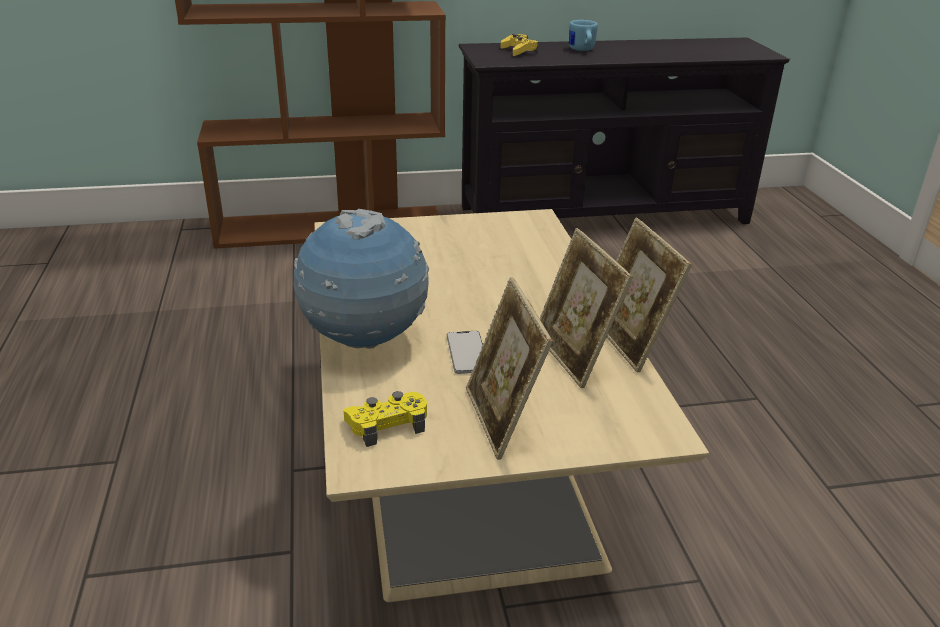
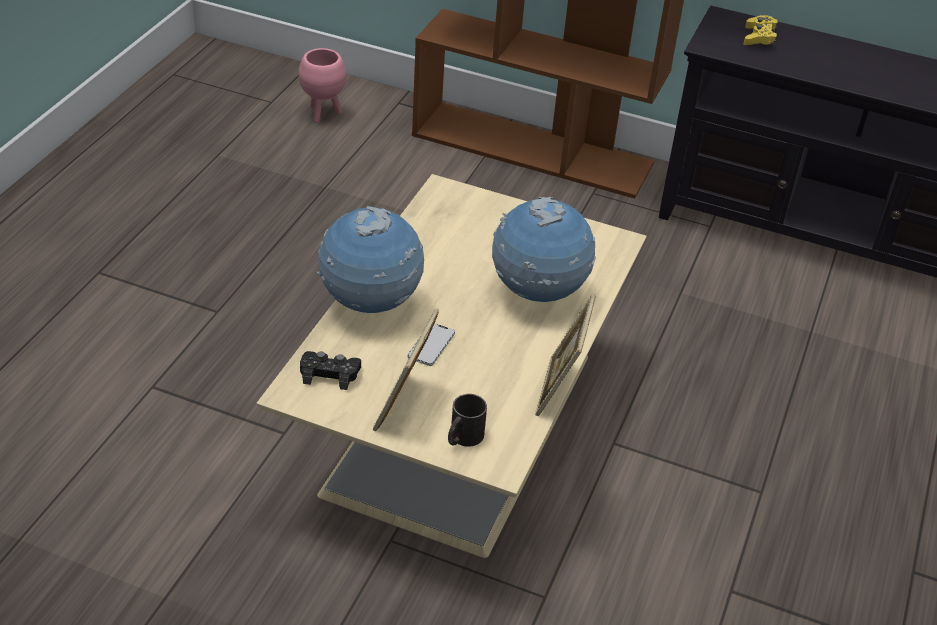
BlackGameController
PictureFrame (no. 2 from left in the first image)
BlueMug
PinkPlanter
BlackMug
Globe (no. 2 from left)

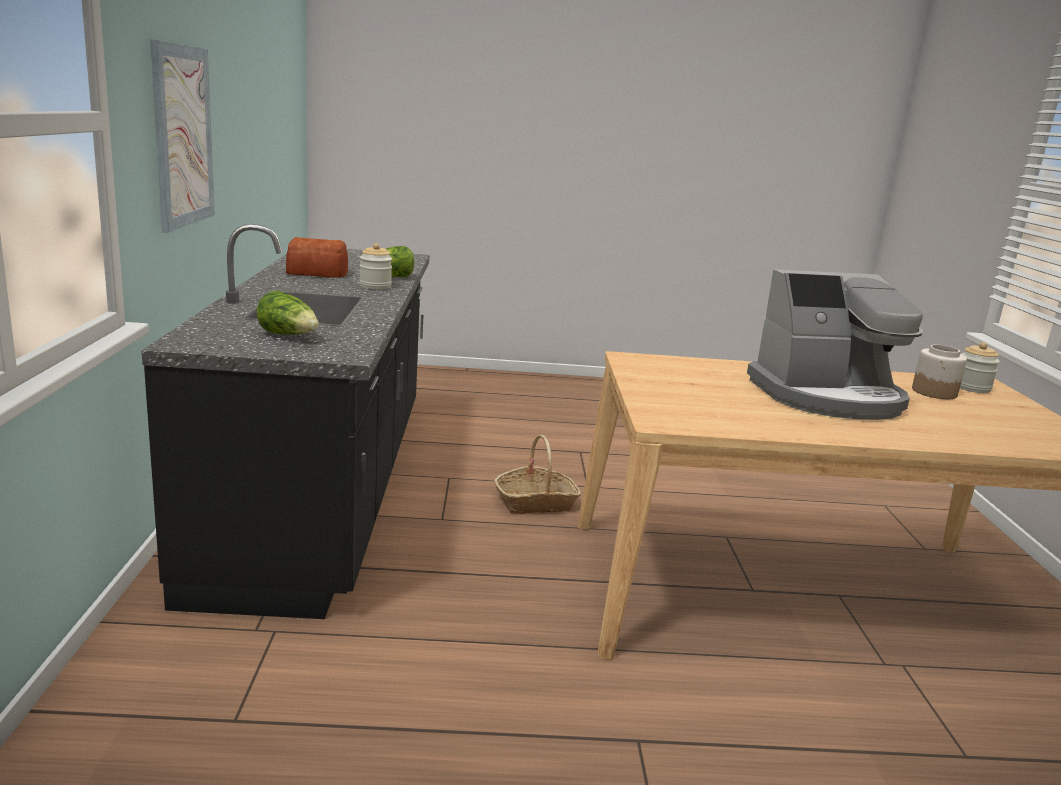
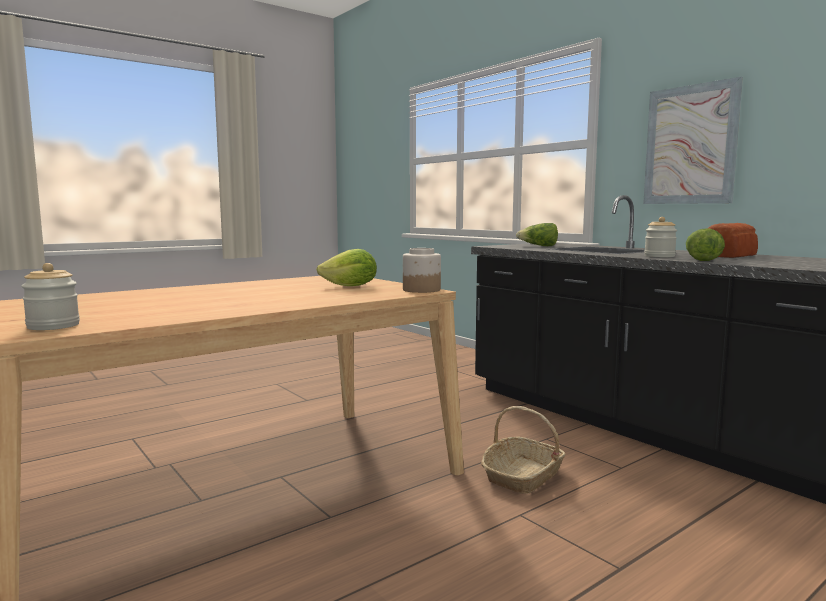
CoffeeMachine
Jar (no. 2 from left)
Lettuce (no. 1 from left)

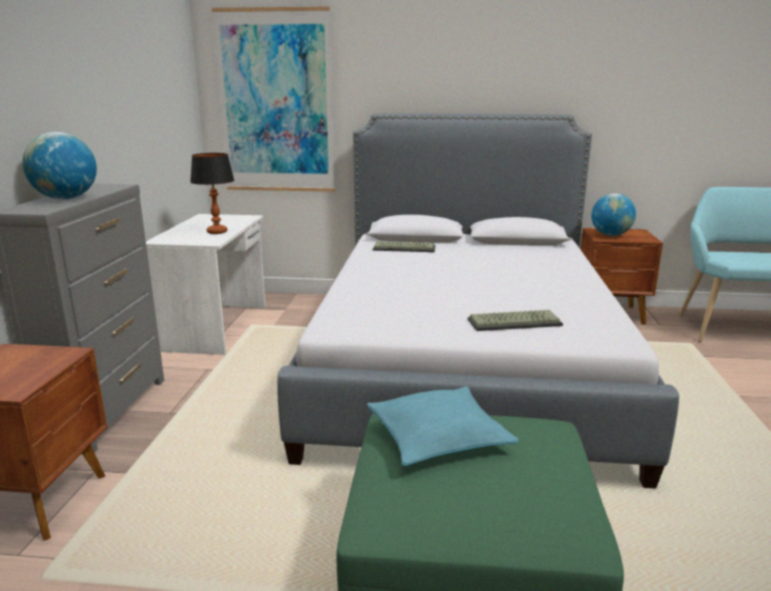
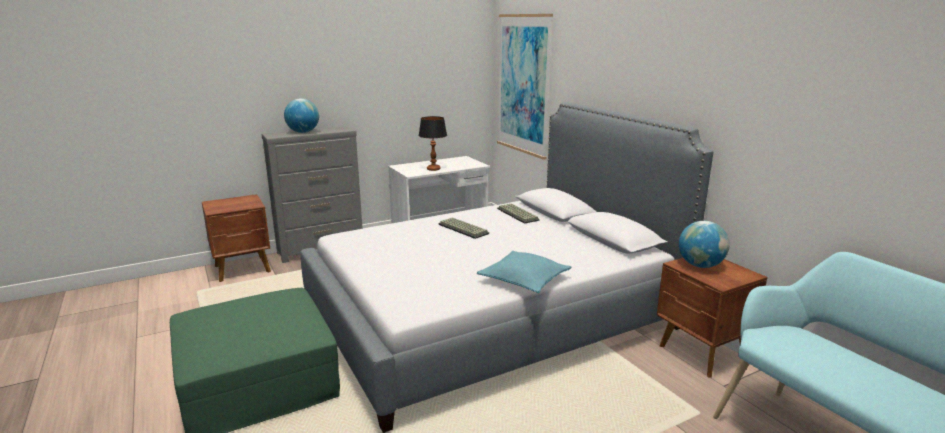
TurquoisePillow
Keyboard (no. 1 from left)

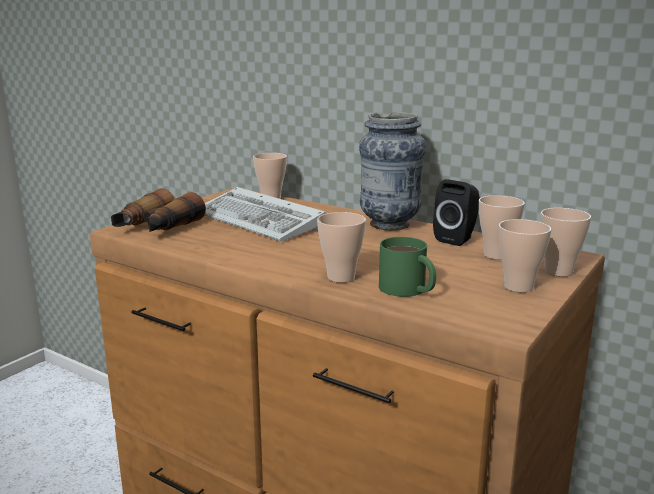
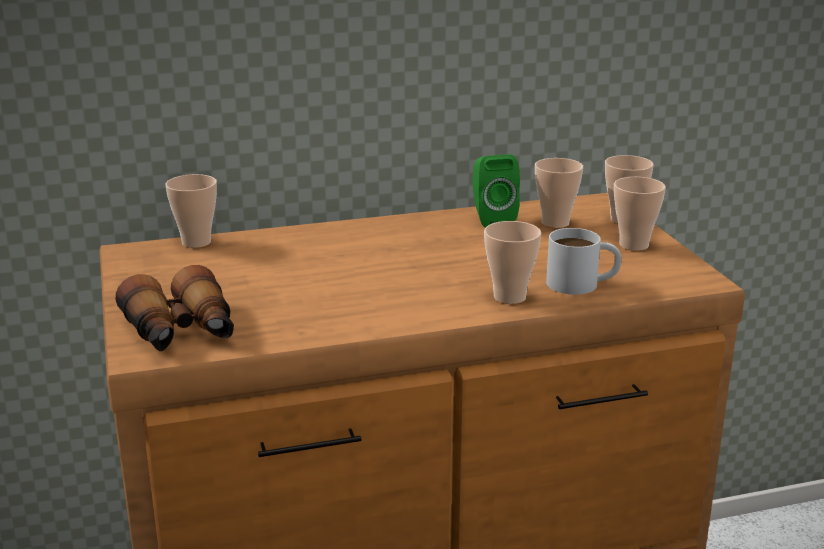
Keyboard
Vase
WhiteMug
GreenSpeaker

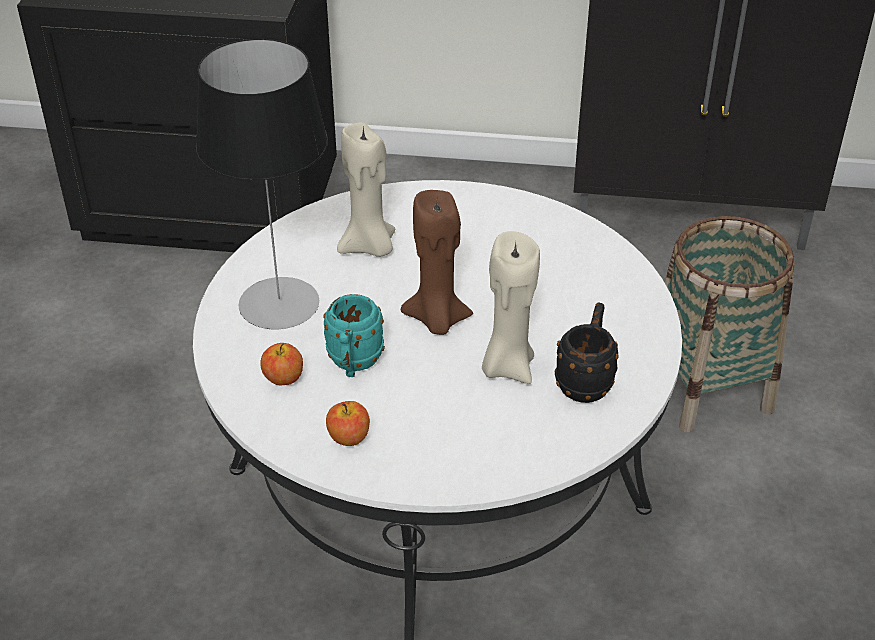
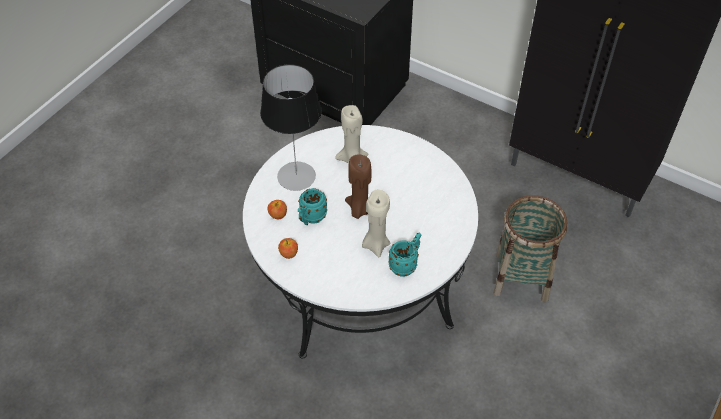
TurquoiseMug (no. 2 from left)

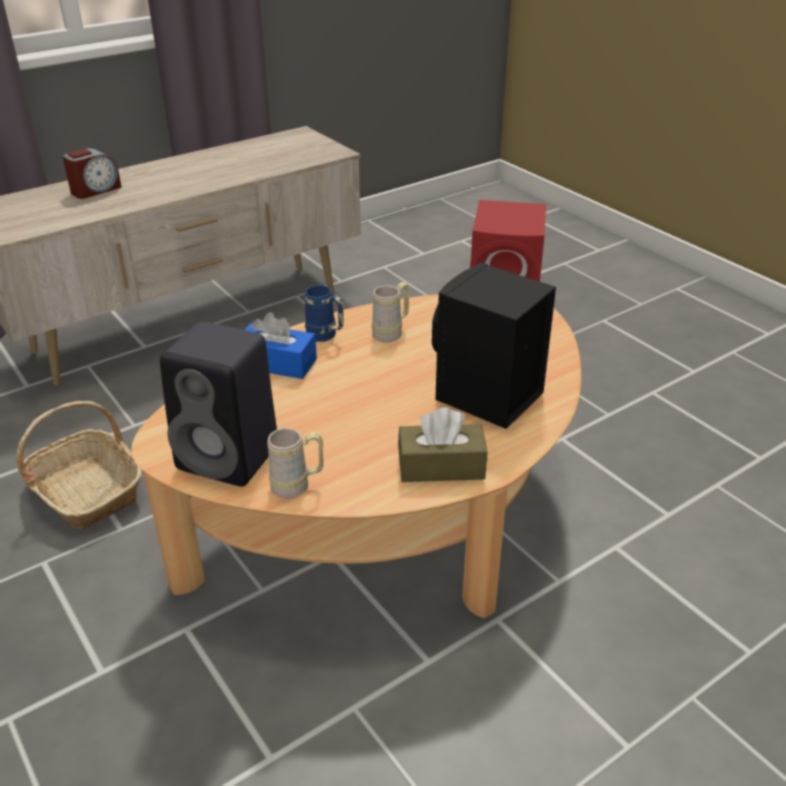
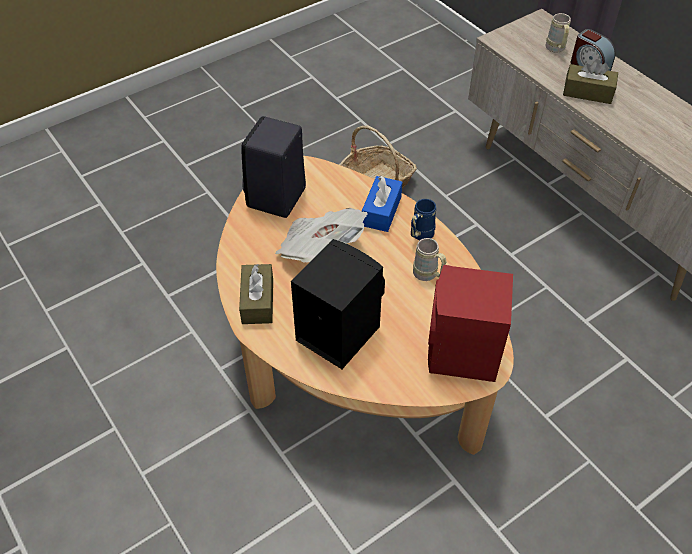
BeigeMug (no. 2 from left)
Newspaper
BrownTissueBox (no. 2 from left)

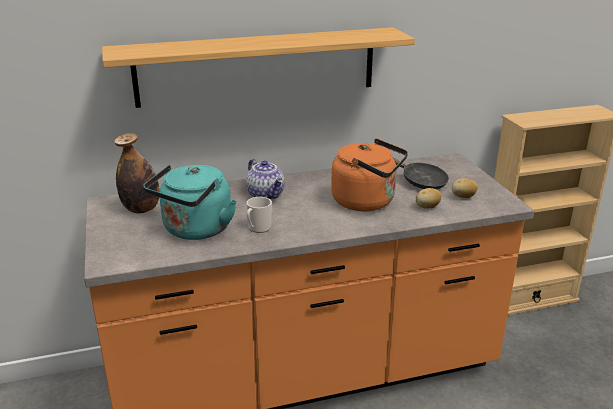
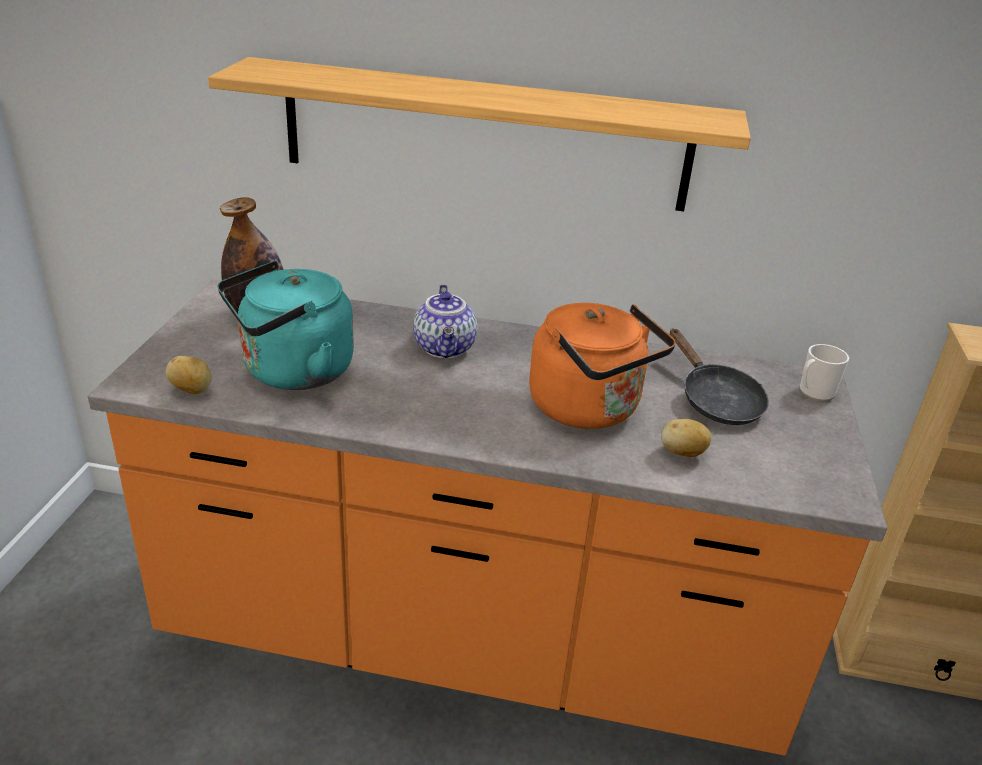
Mug
Potato (no. 1 from left)

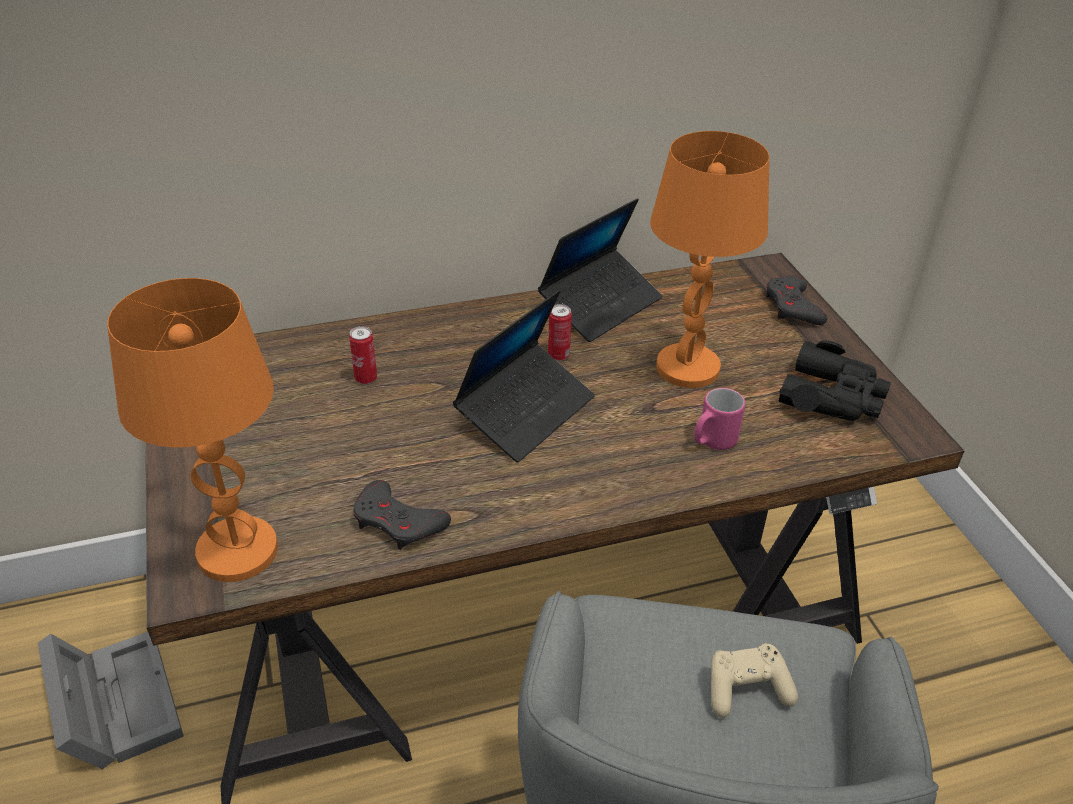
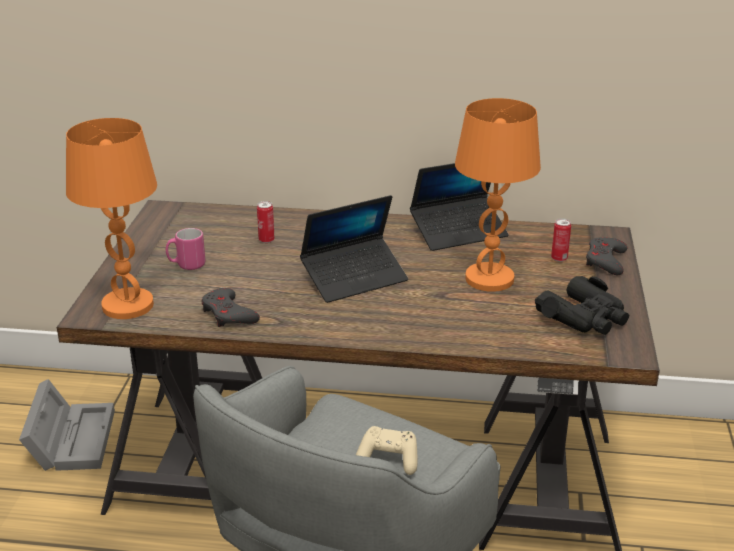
Can (no. 2 from left)
PinkMug

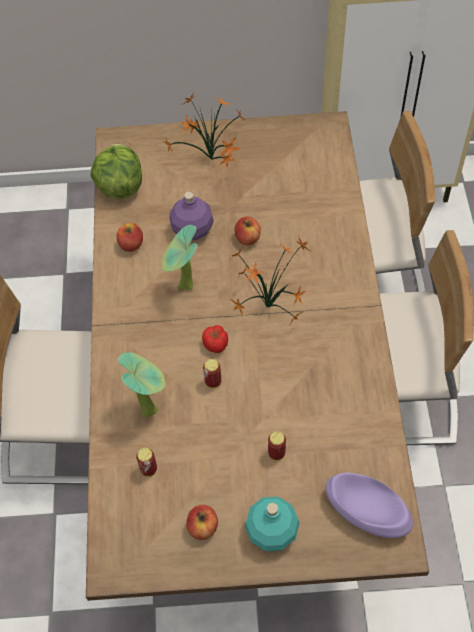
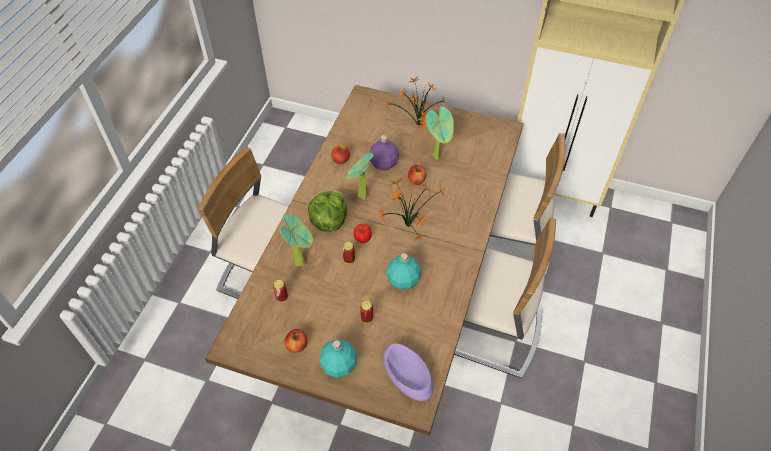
Lettuce
TurquoiseBottle (no. 2 from left)
PottedPlant (no. 5 from left)

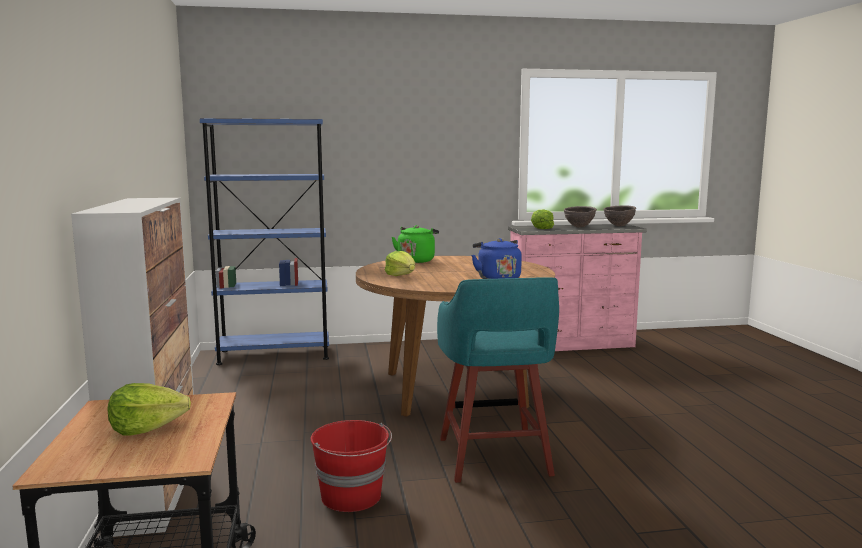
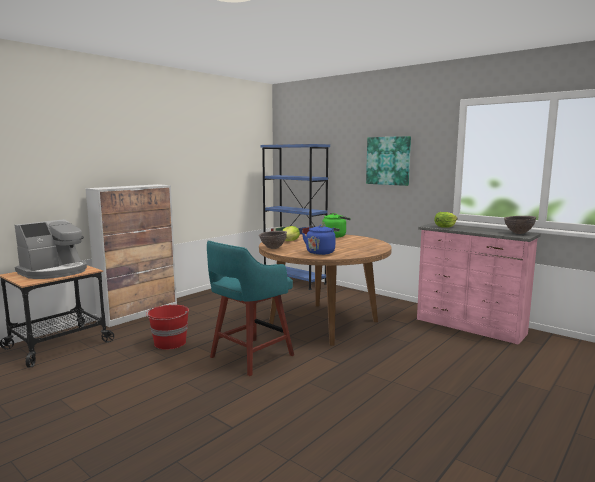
CoffeeMachine
BrownBowl (no. 1 from left)
Picture

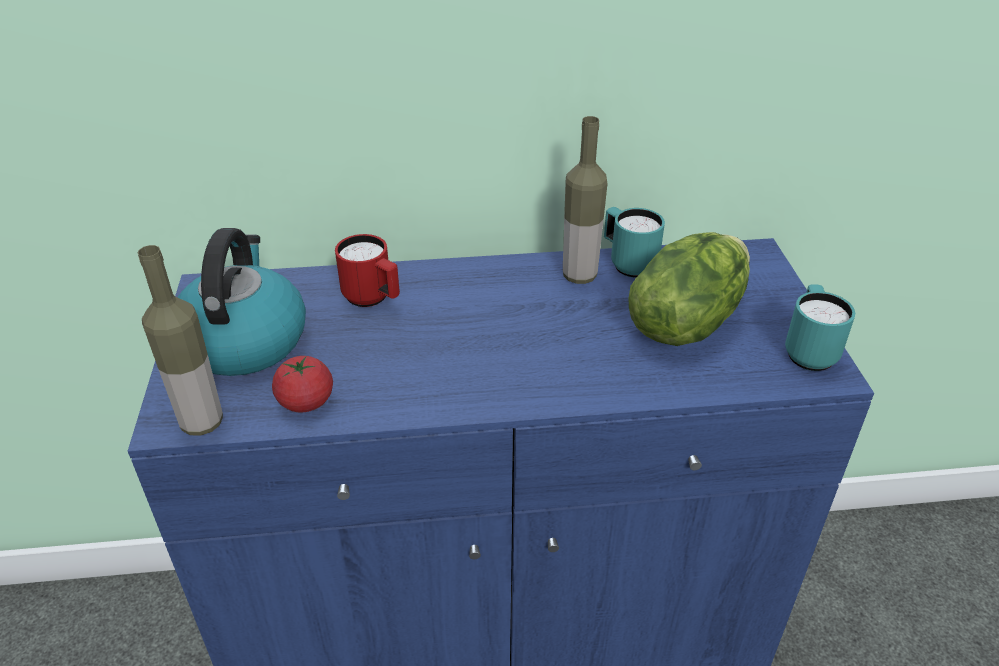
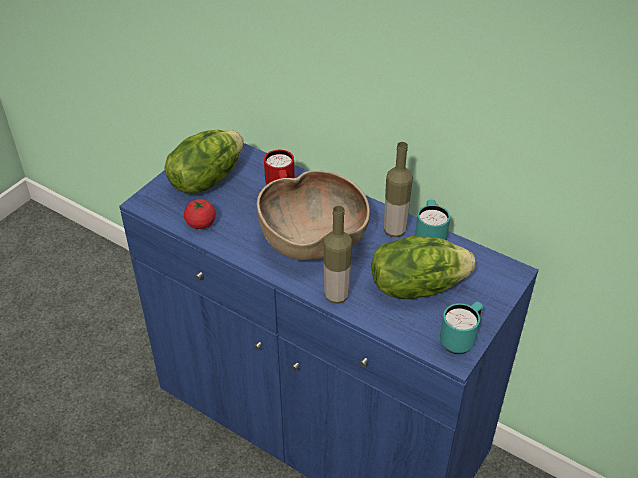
Bottle (no. 1 from left)
Lettuce (no. 1 from left)
BrownBowl

